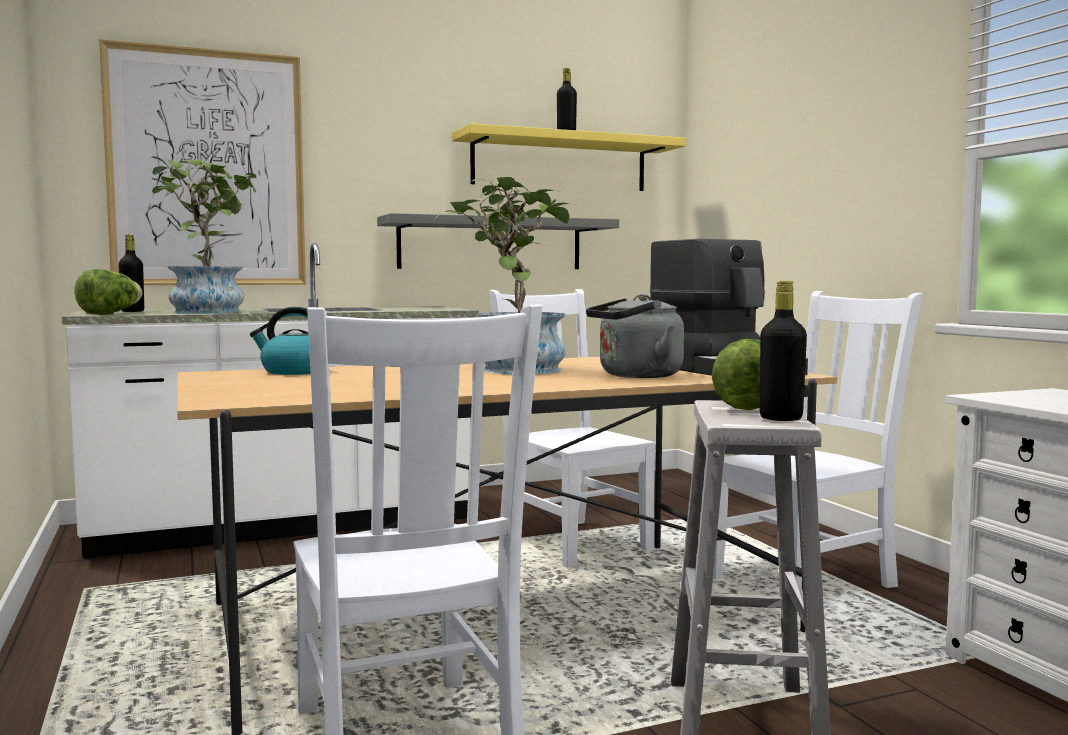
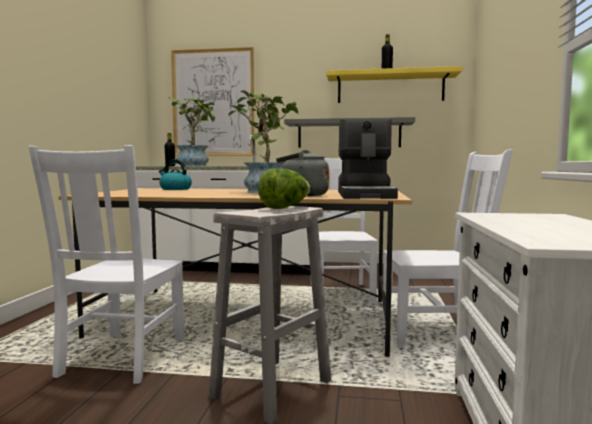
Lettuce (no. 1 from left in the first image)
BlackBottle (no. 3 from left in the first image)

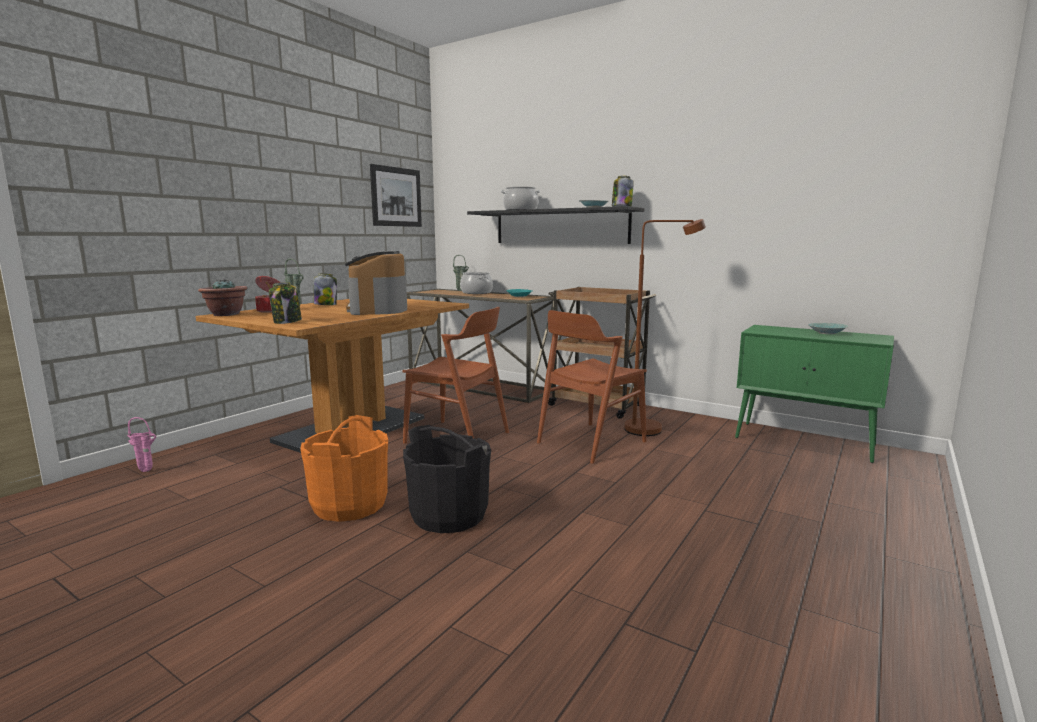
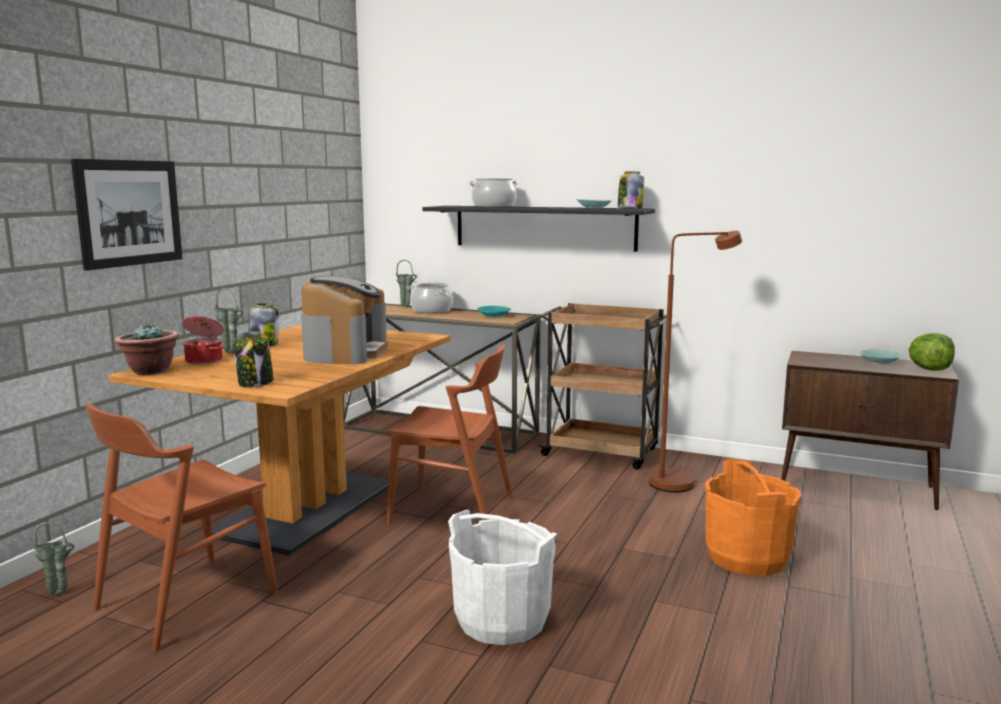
GreenVase (no. 1 from left)
OrangeBucket
CoffeeMachine
Picture
WhiteBucket
BrownChair (no. 1 from left)
BrownCabinet
Lettuce

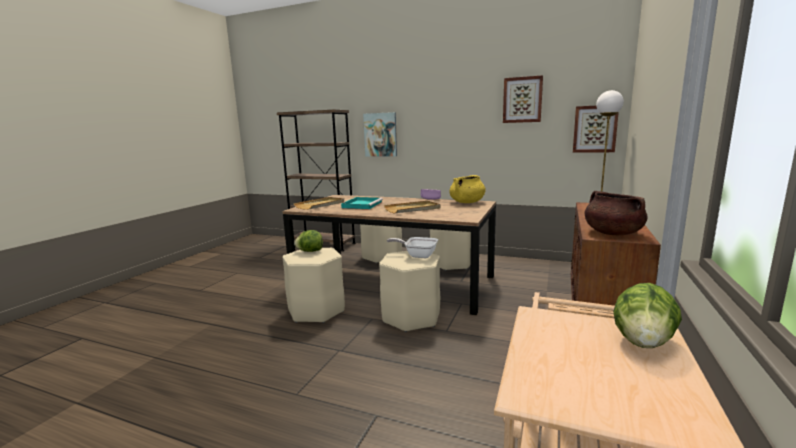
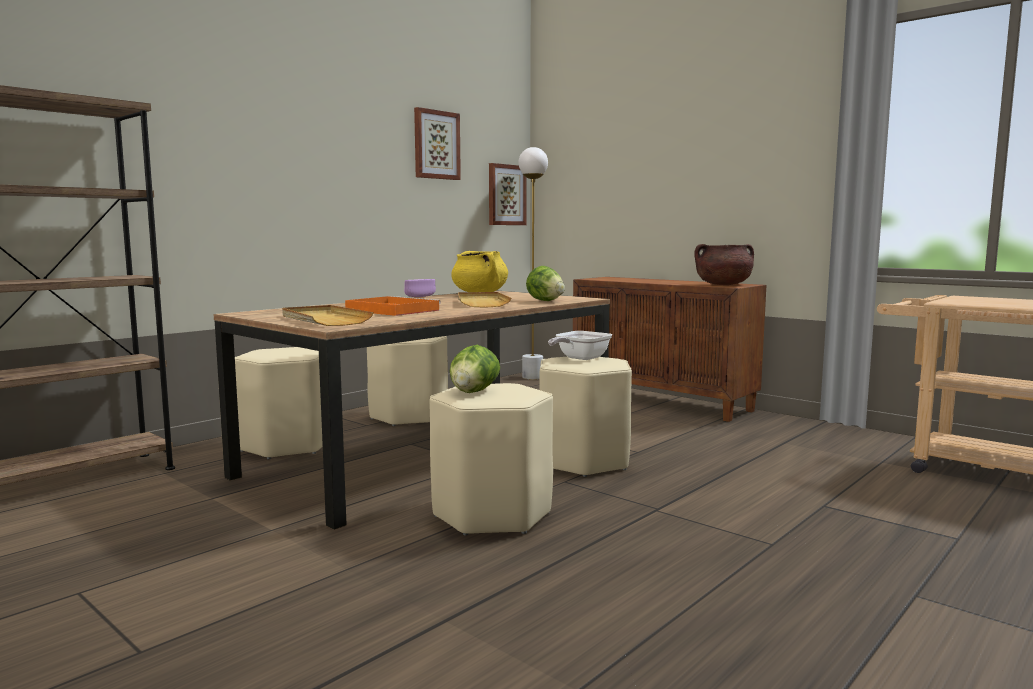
OrangeTray
Picture (no. 1 from left in the first image)
Lettuce (no. 2 from left)

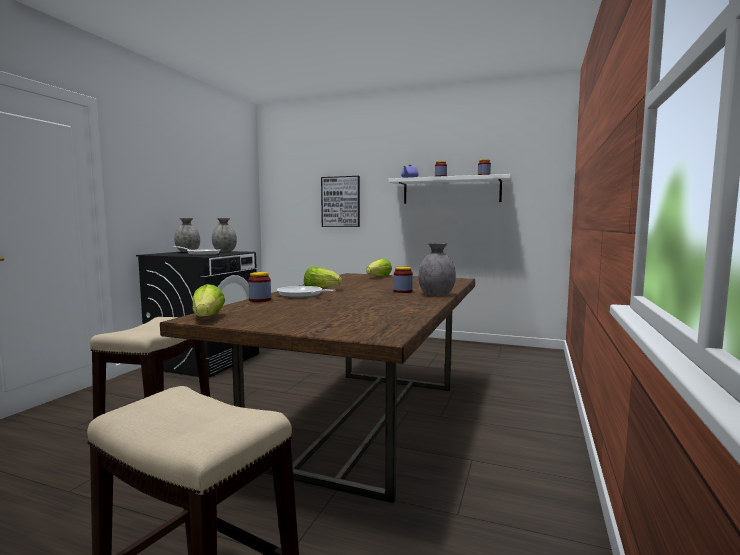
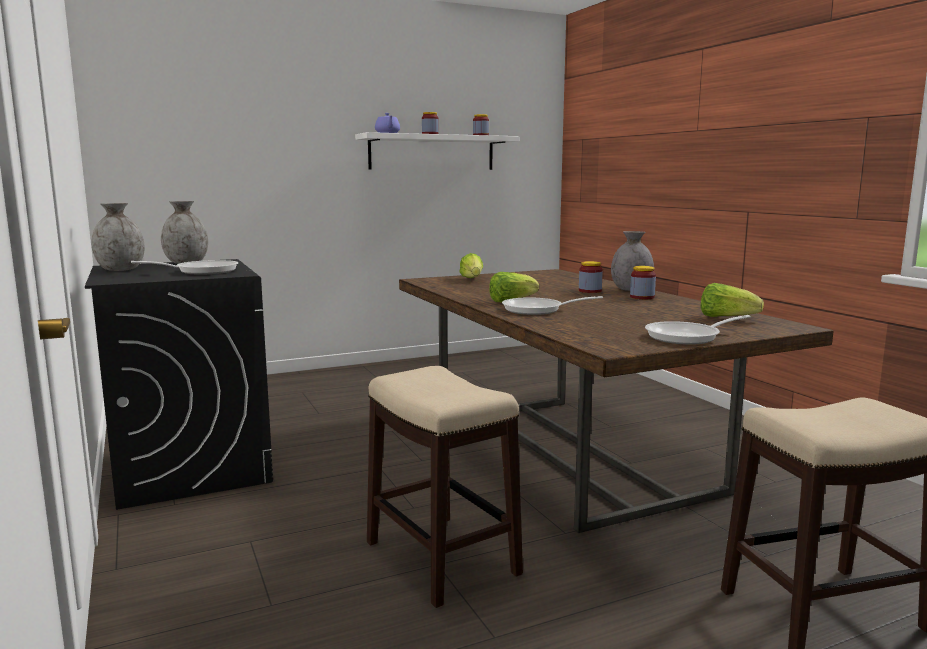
Lettuce (no. 3 from left)
Jar (no. 4 from left)
Picture
FryingPan (no. 3 from left)

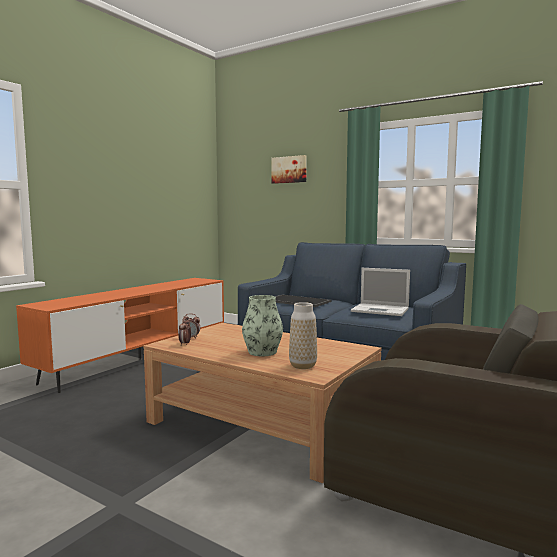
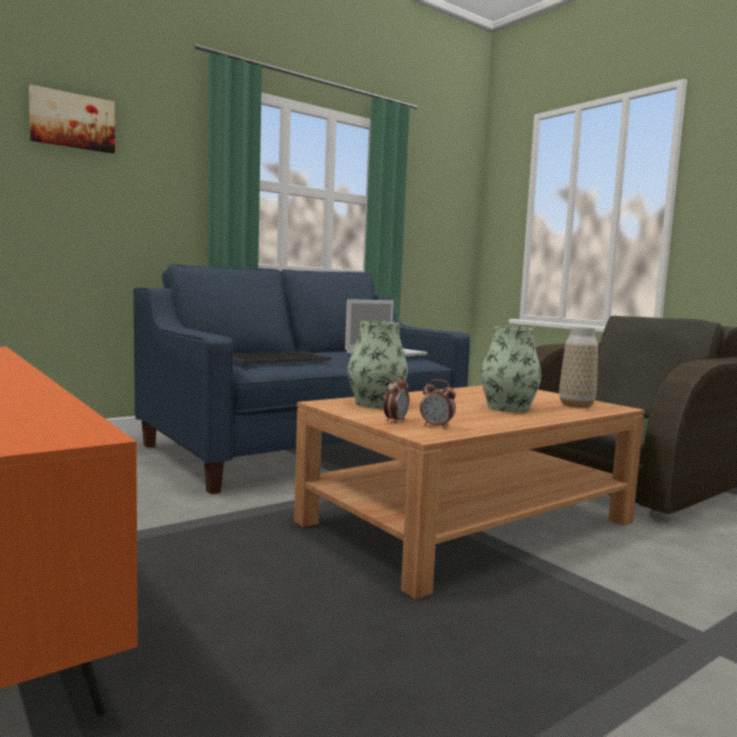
Vase (no. 1 from left)

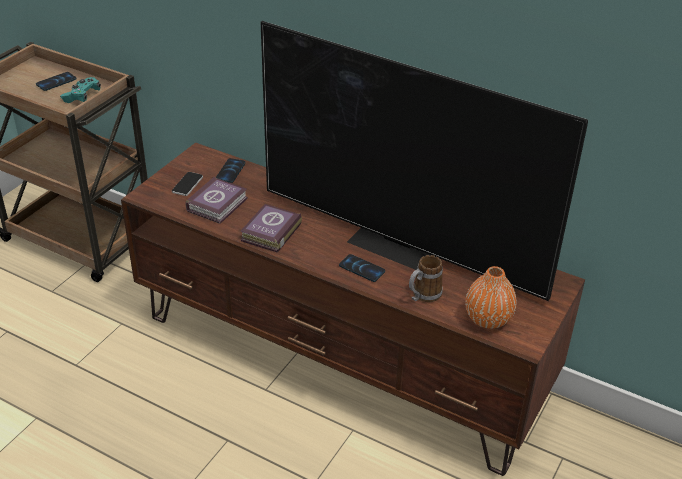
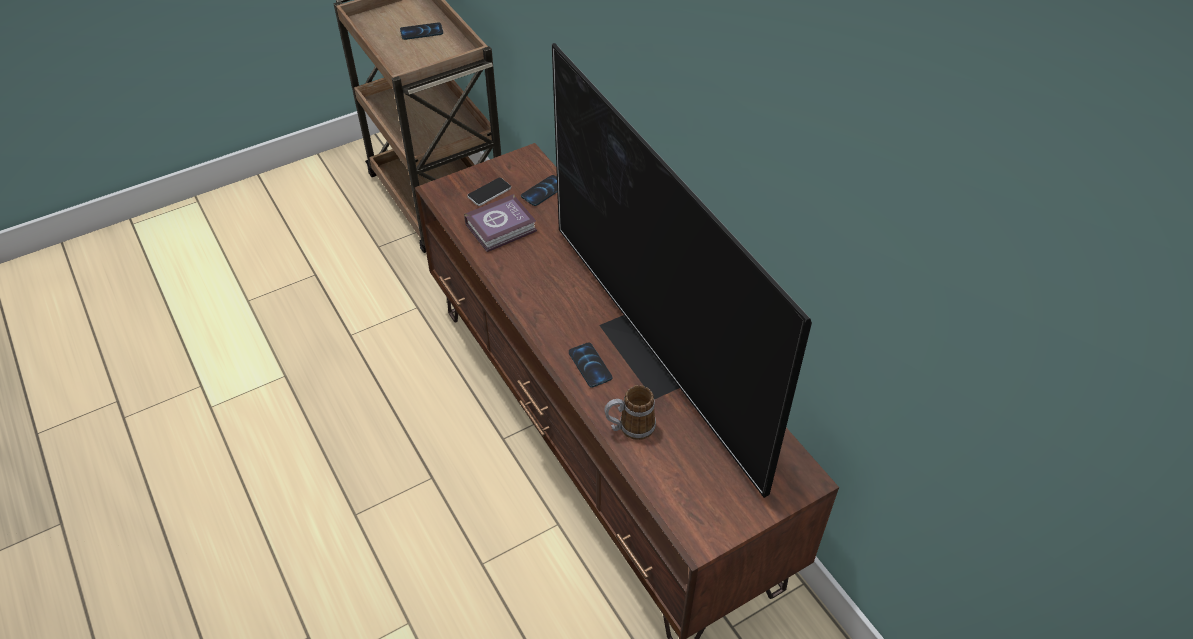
TurquoiseGameController
Book (no. 2 from left in the first image)
OrangeVase

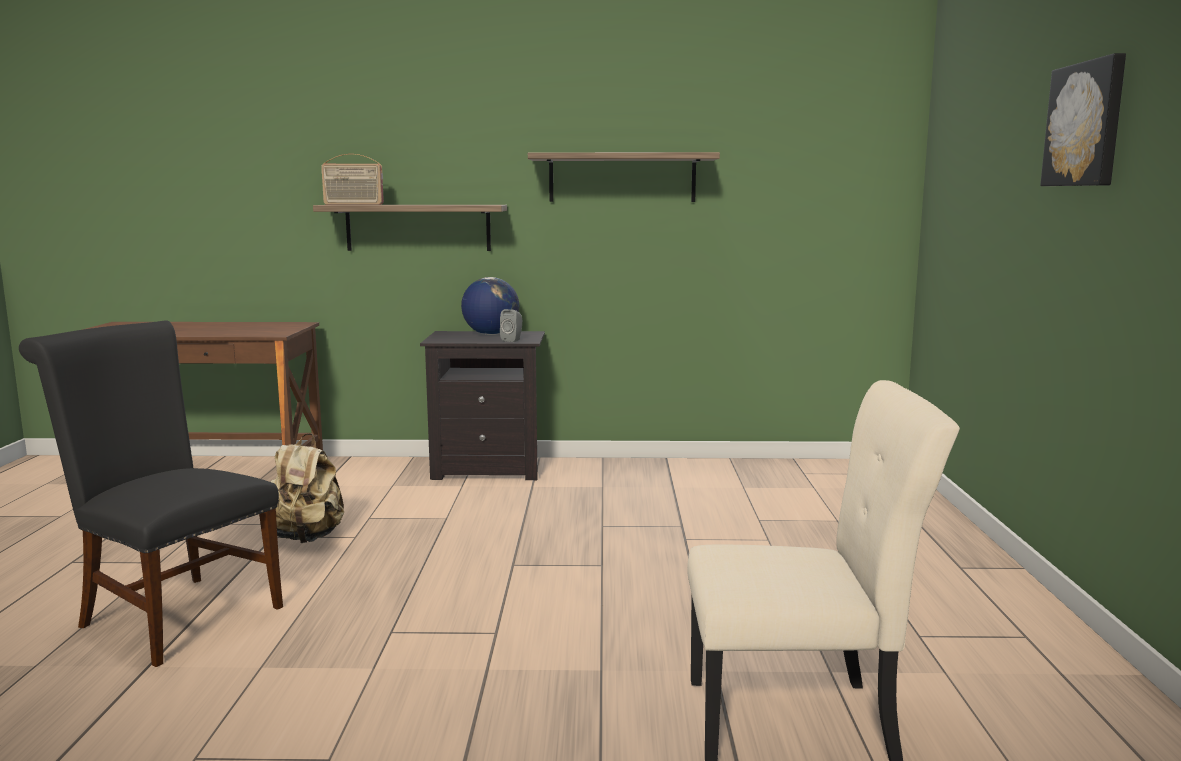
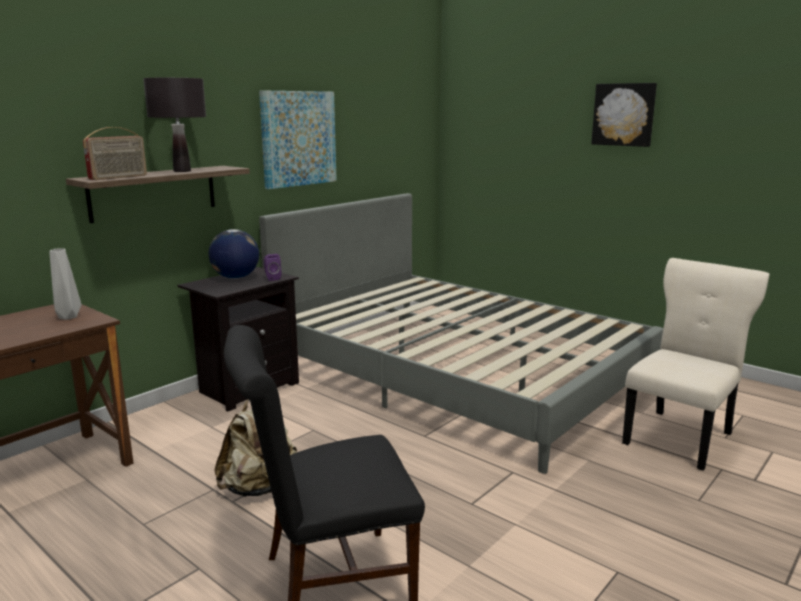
PurpleSpeaker
Picture (no. 1 from left)
GreyVase
BlackTableLamp
GreyBed

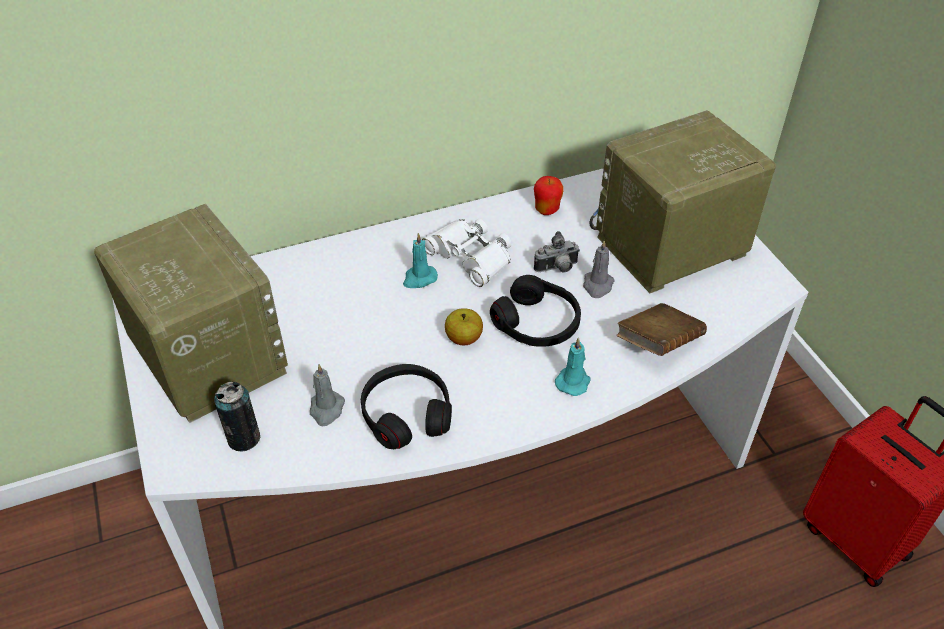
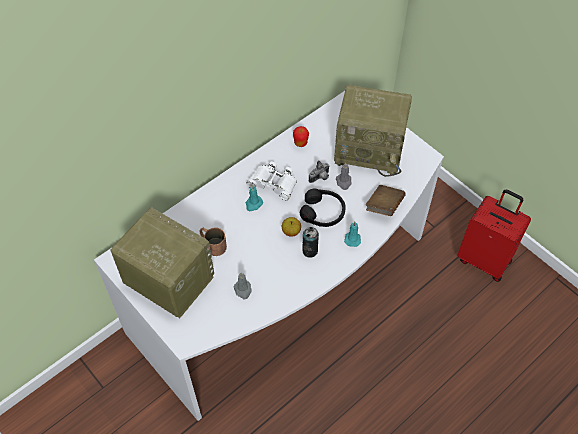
Can
BlackHeadphones (no. 1 from left in the first image)
Radio (no. 2 from left)
BrownMug

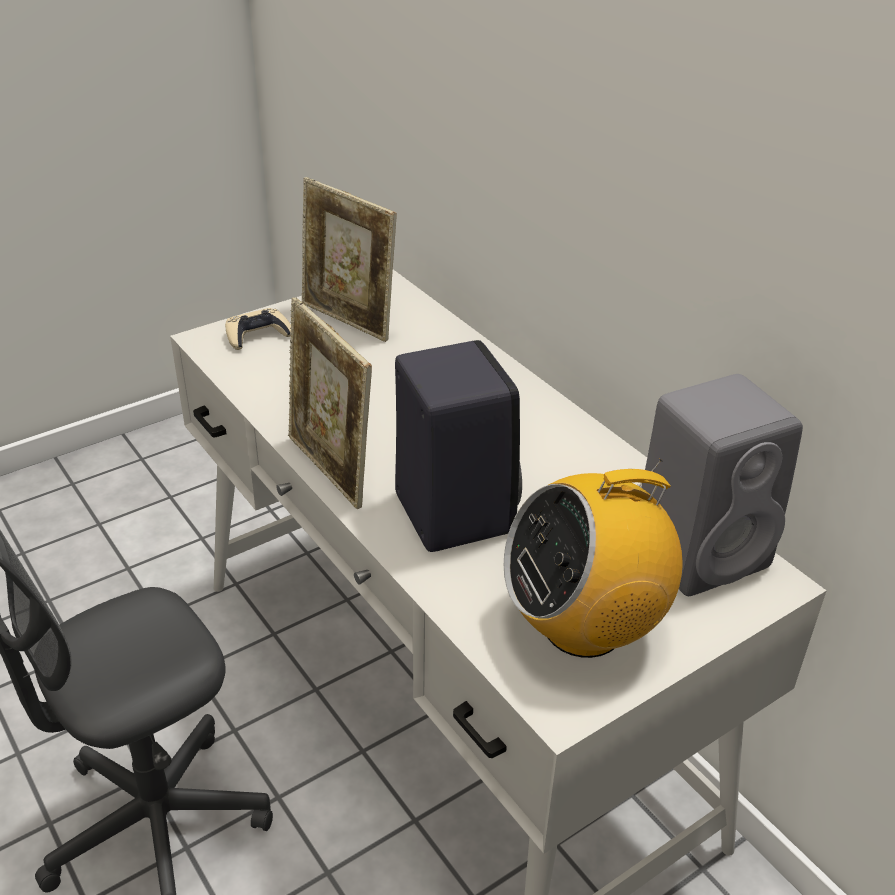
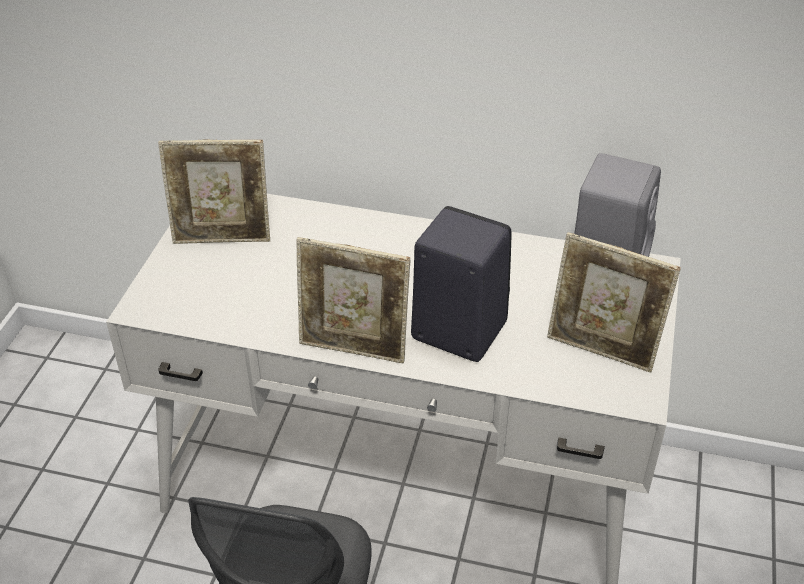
BeigeGameController
PictureFrame (no. 3 from left)

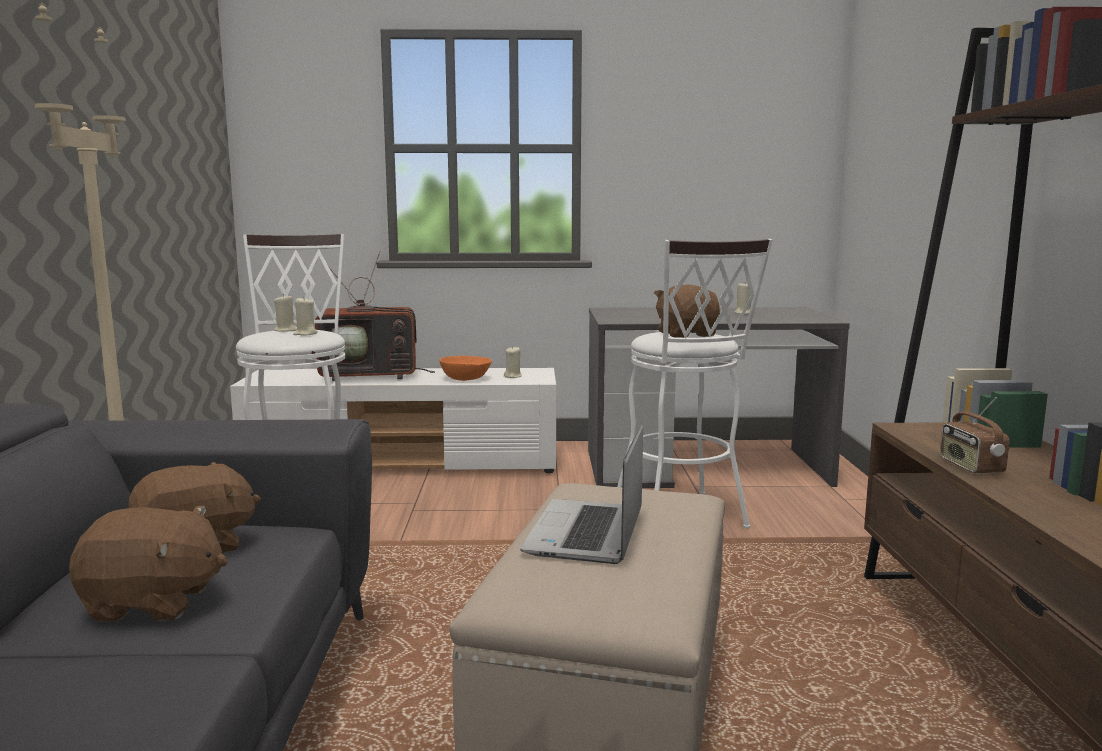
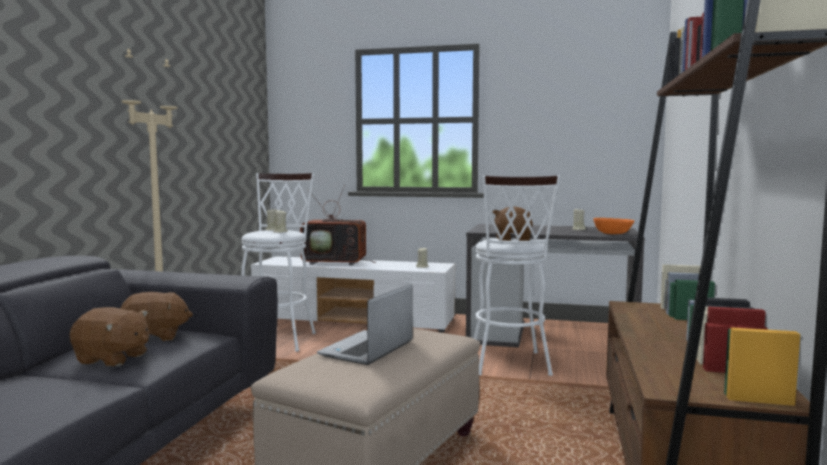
OrangeBowl
Radio

